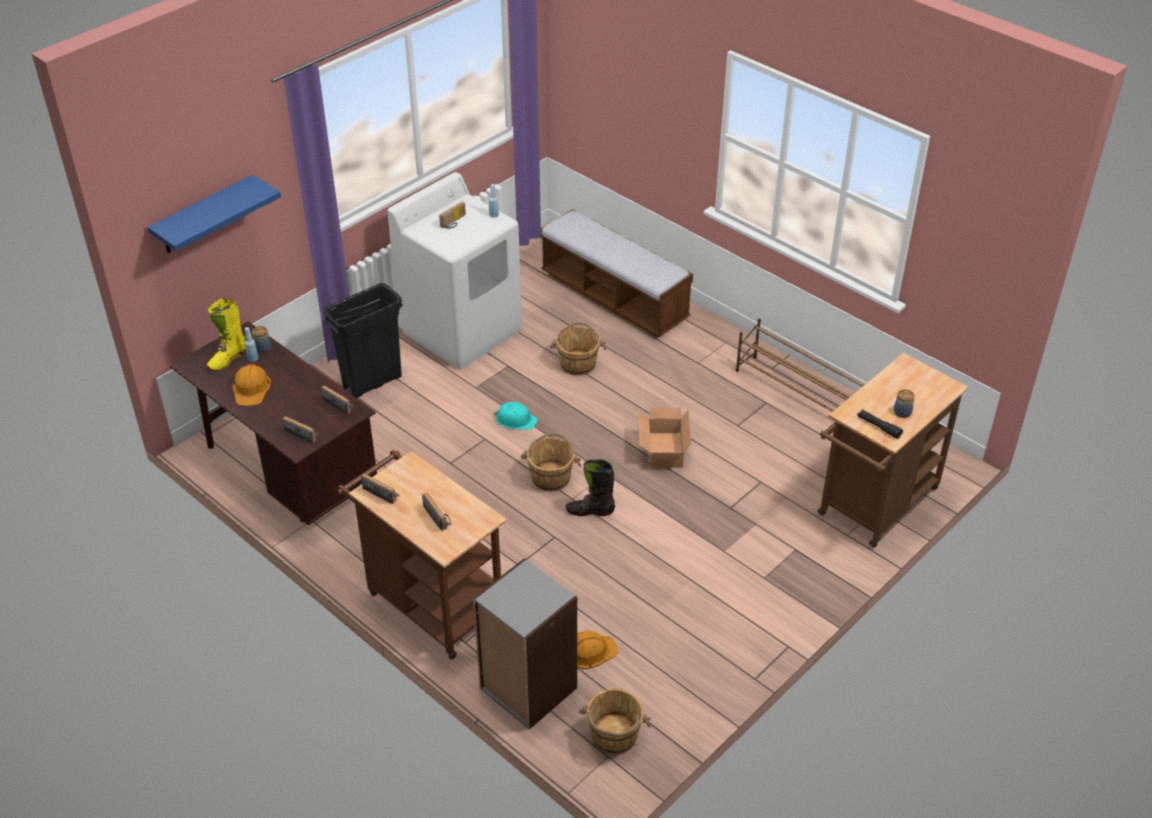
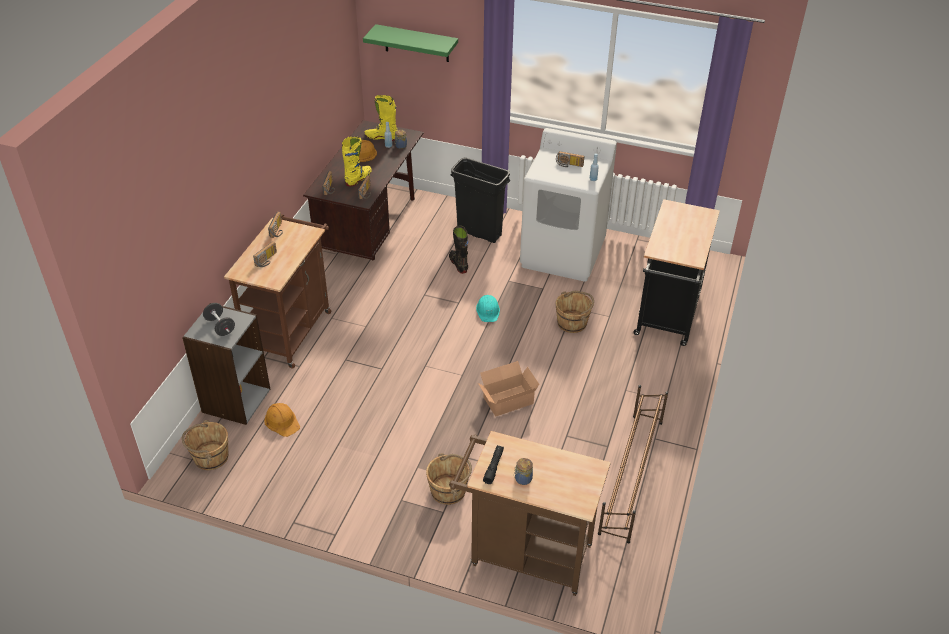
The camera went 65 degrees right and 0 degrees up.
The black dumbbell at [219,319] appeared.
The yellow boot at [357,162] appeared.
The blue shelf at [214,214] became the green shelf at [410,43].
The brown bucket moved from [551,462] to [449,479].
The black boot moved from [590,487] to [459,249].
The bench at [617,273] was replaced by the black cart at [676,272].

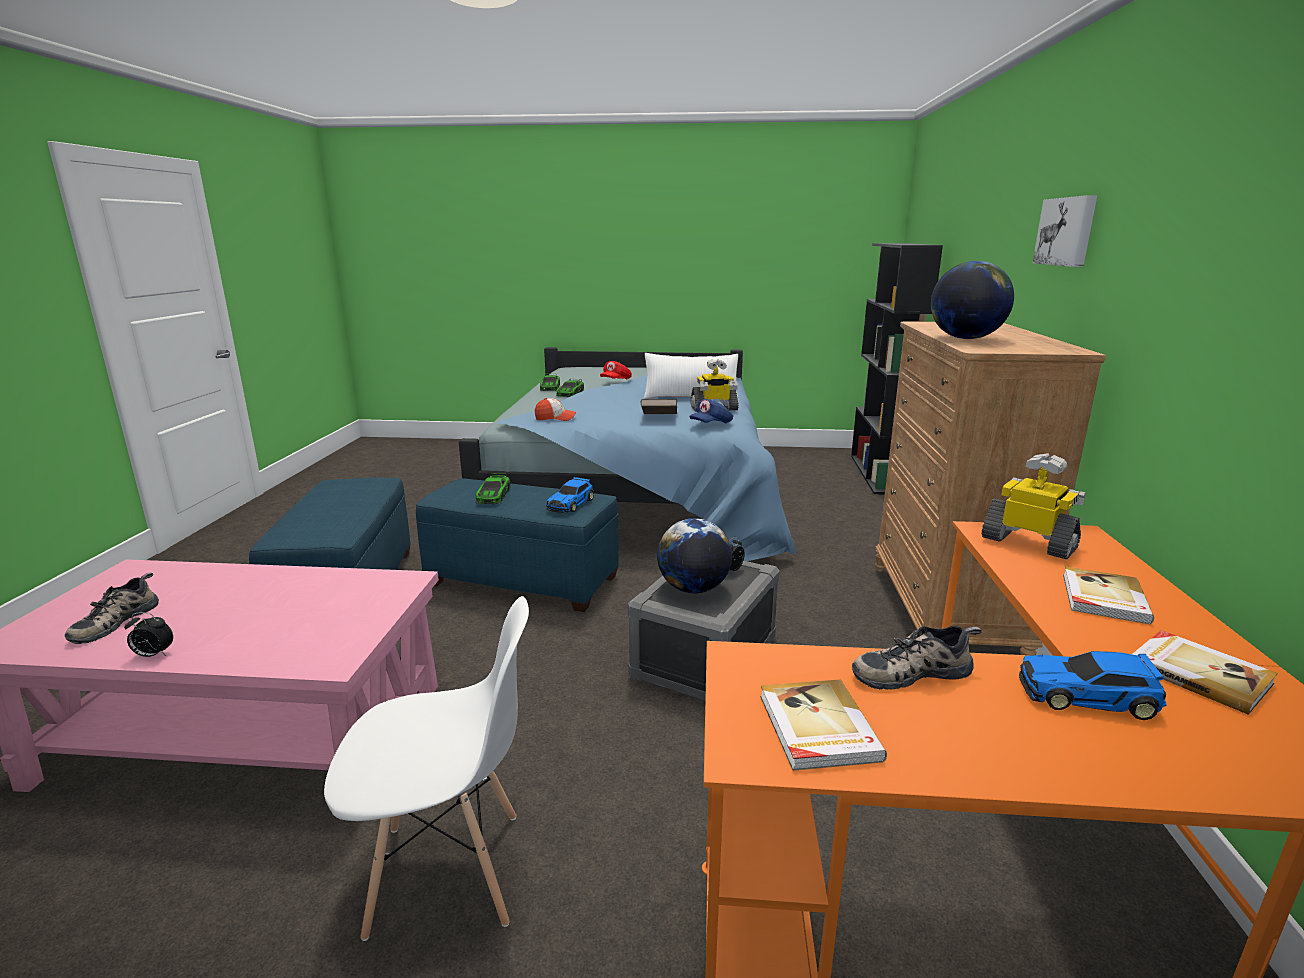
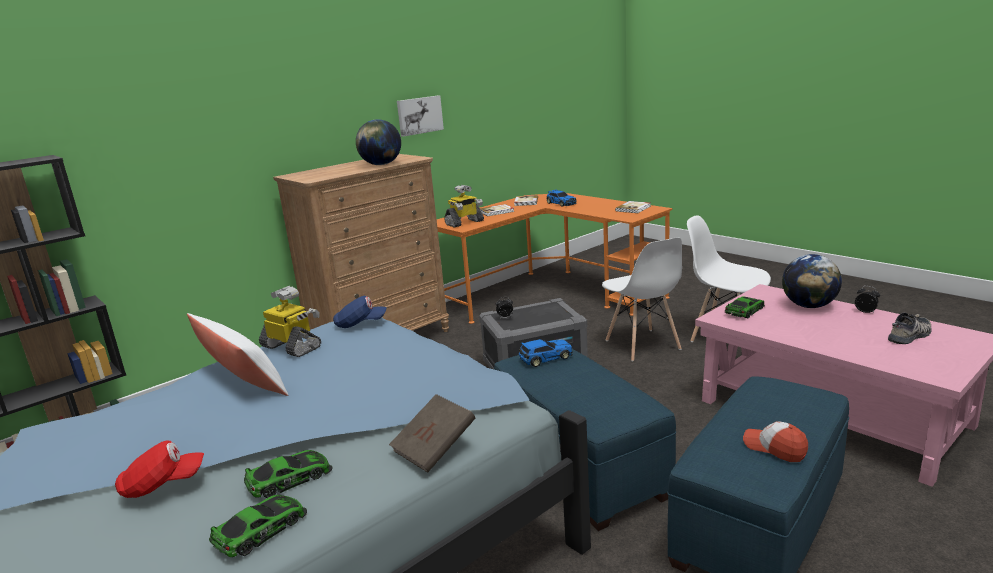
The camera went 135 degrees left and 0 degrees up.
The brown book moved from [658,406] to [432,433].
The picture moved from [1065,231] to [420,116].
The toy robot at [1033,506] turned 120 degrees counterclockwise.
The white chair at [642,299] appeared.
The toy car moved from [493,488] to [745,307].
The cap moved from [555,409] to [775,441].
The globe moved from [694,555] to [812,281].
The shoe at [917,658] disappeared.

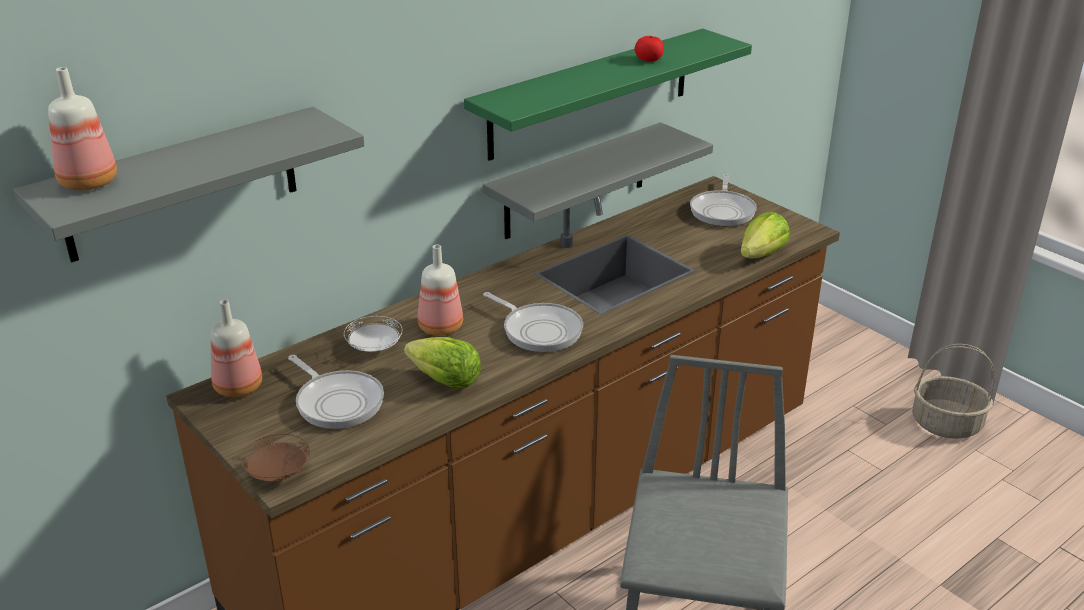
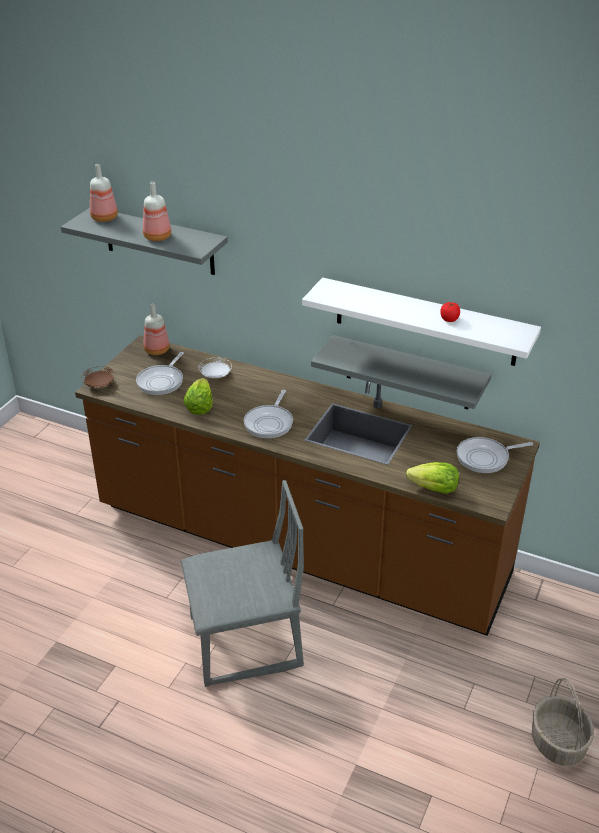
The camera went 65 degrees right and 5 degrees up.
The bottle moved from [440,290] to [157,211].
The green shelf at [608,95] became the white shelf at [421,321].

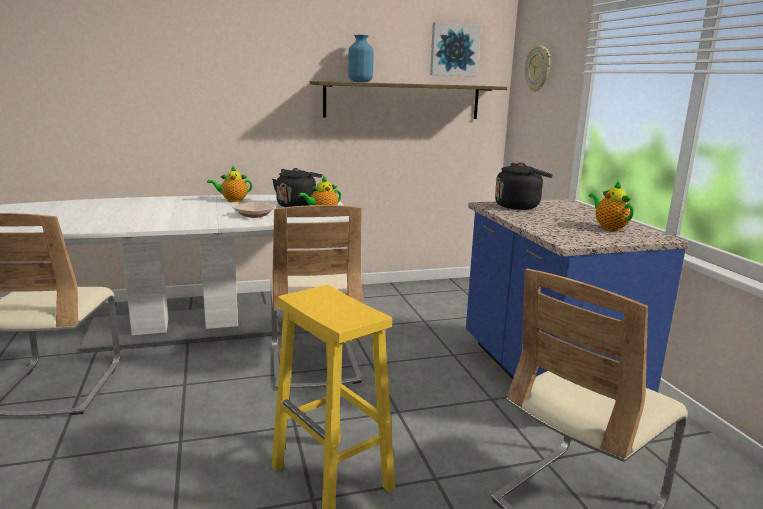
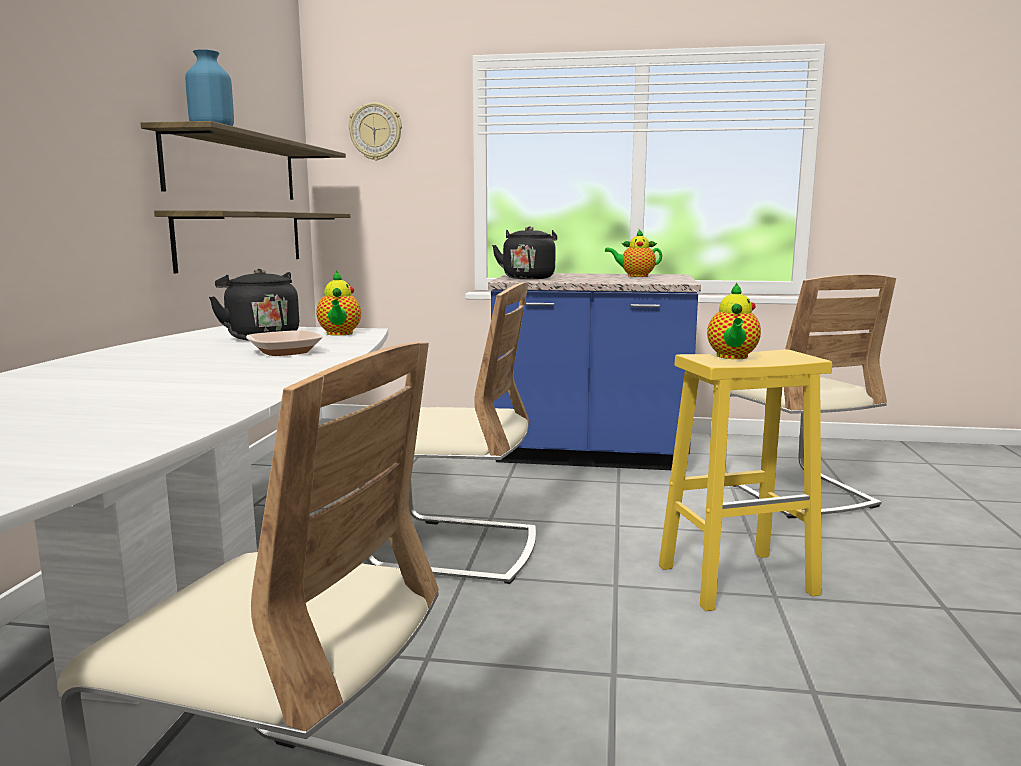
The camera went 65 degrees left and 5 degrees down.
The shelf at [252,241] appeared.
The teapot moved from [229,183] to [734,321].
The picture at [455,49] disappeared.

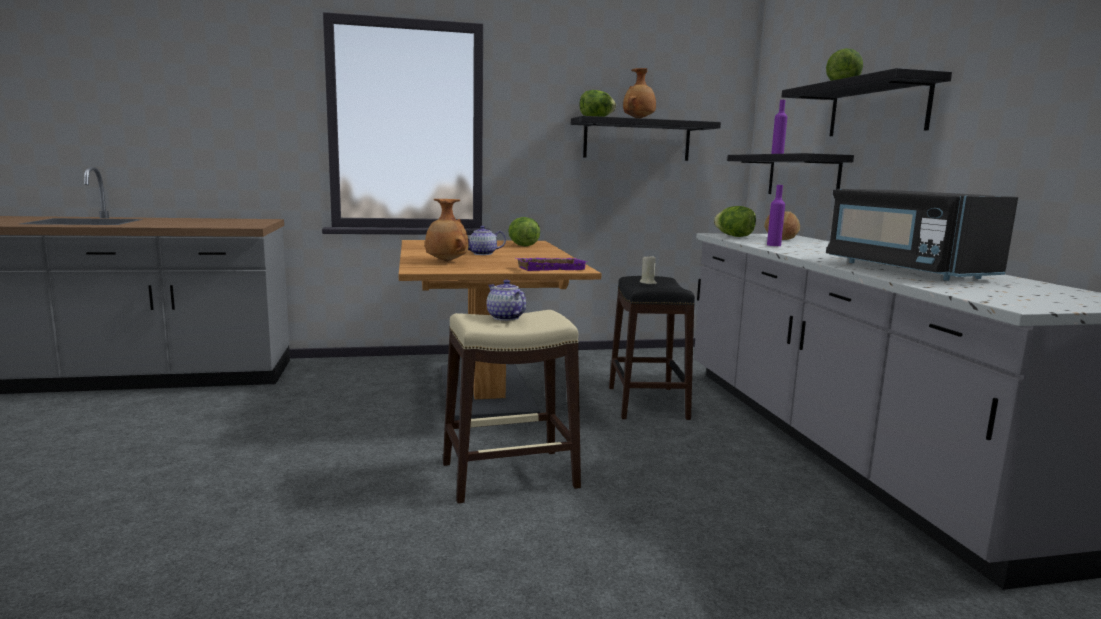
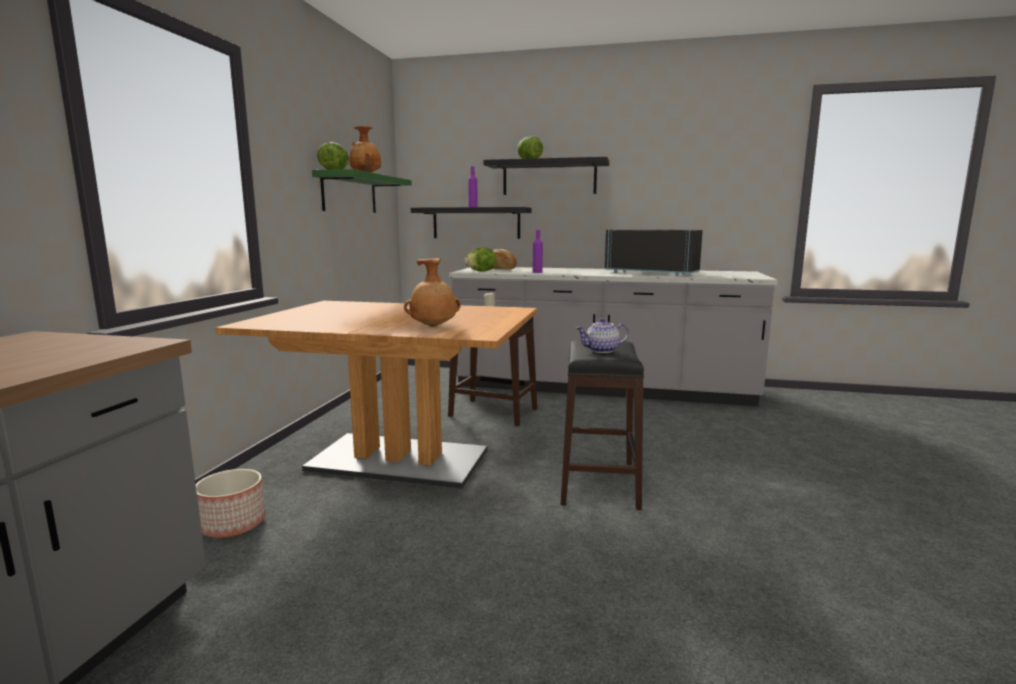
The camera went 65 degrees left and 0 degrees up.
The planter at [230,503] appeared.
The black shelf at [646,138] became the green shelf at [362,191].
The beige stool at [512,407] became the black stool at [602,425].
The black microwave at [922,235] turned 150 degrees counterclockwise.
The teapot at [487,240] disappeared.
The lettuce at [524,232] disappeared.
The purple tray at [551,264] disappeared.

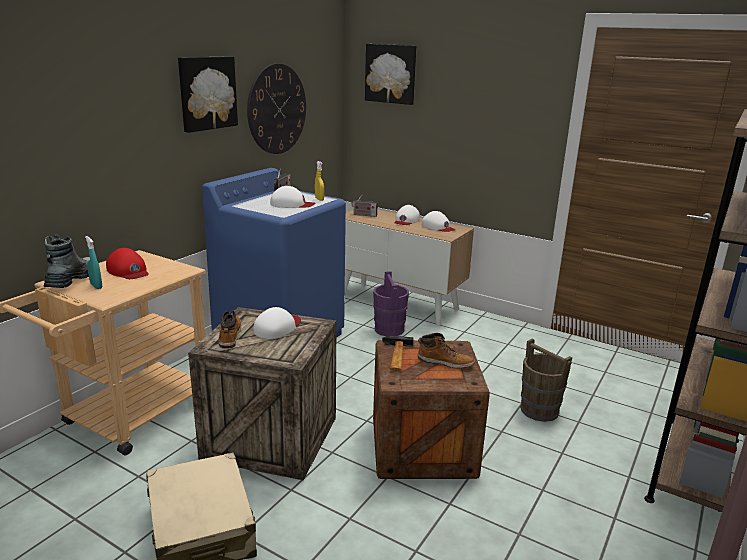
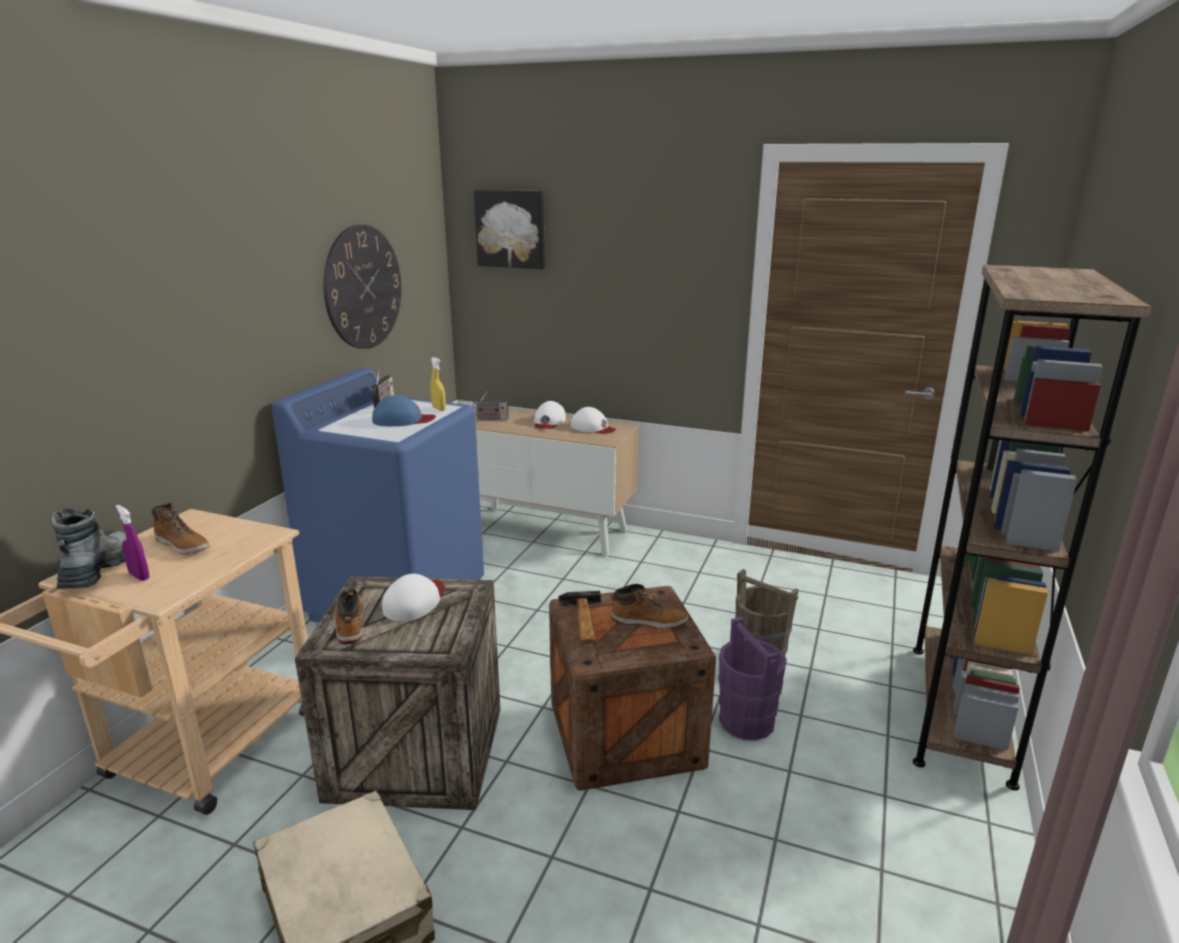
The camera went 10 degrees left and 0 degrees up.
The turquoise spray bottle at [93,262] became the purple spray bottle at [133,543].
The red cap at [127,263] was replaced by the boot at [180,528].
The white cap at [293,197] became the blue cap at [404,410].
The purple bucket moved from [391,303] to [752,678].
The picture at [208,94] disappeared.

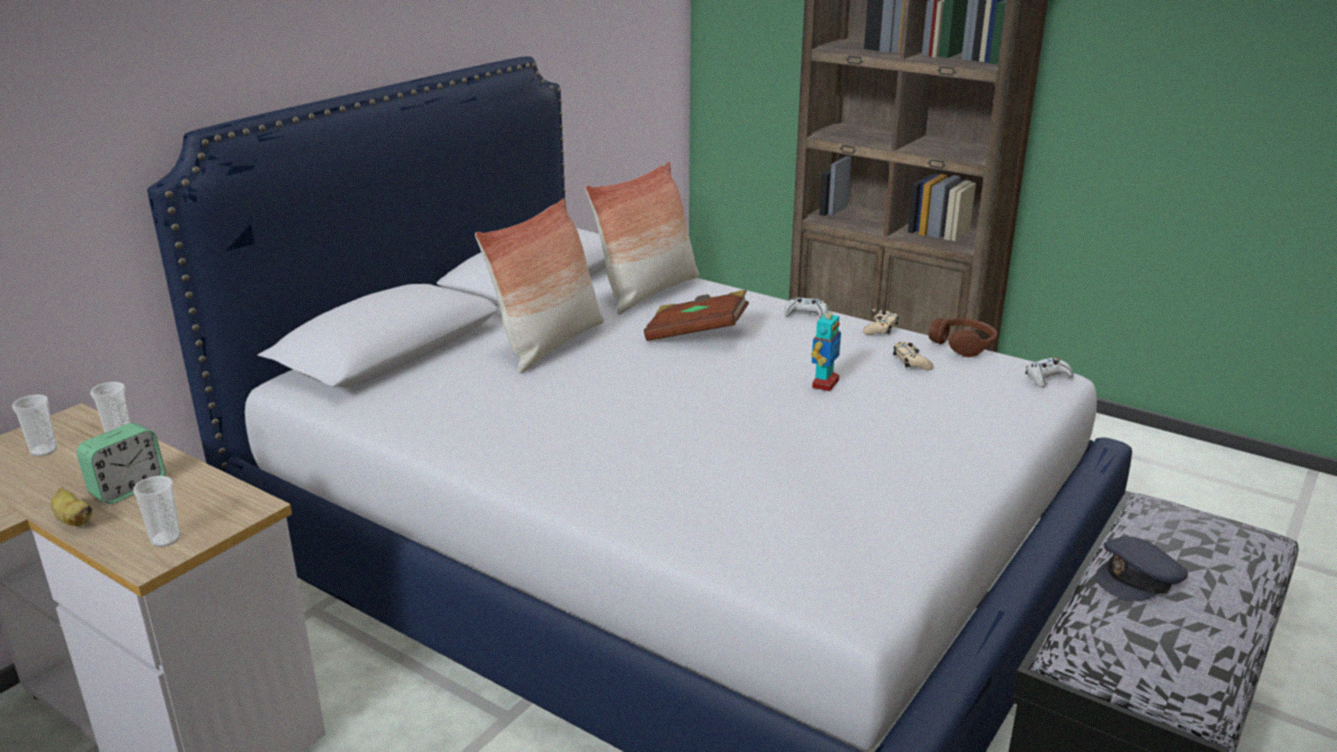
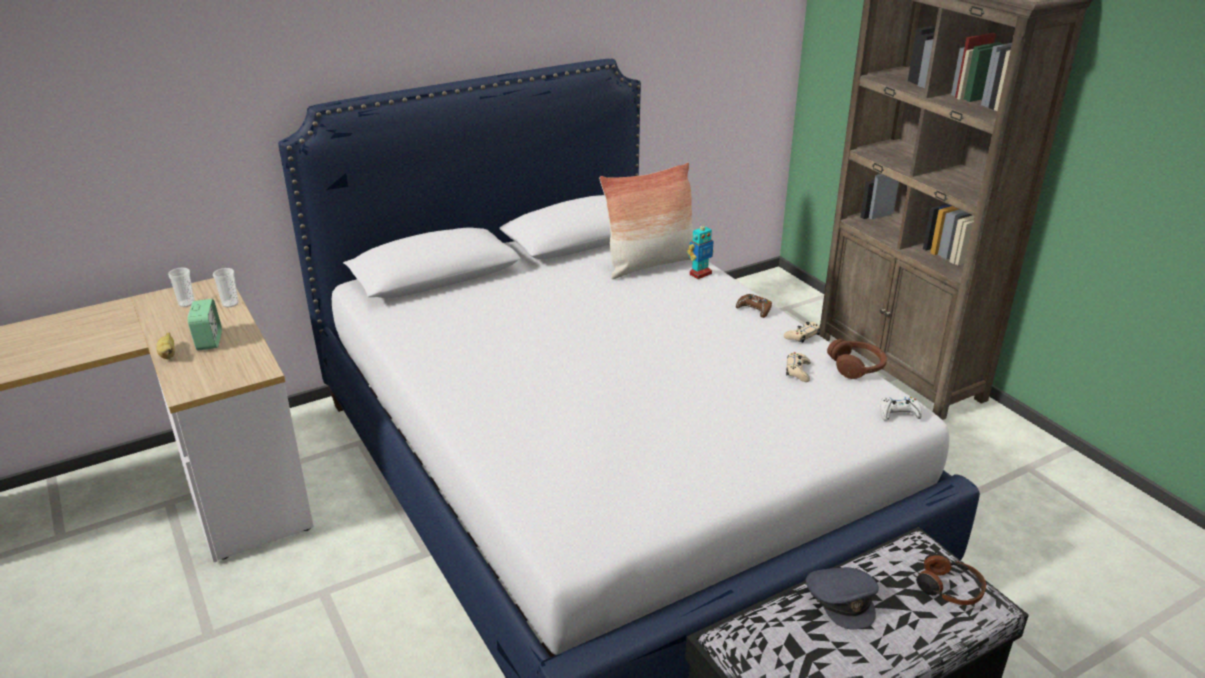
The camera went 25 degrees right and 5 degrees up.
The alarm clock at [121,463] turned 75 degrees counterclockwise.
The toy robot moved from [826,348] to [700,250].
The white game controller at [806,308] became the brown game controller at [754,306].
The grey cap at [1141,569] turned 105 degrees counterclockwise.
The headphones at [949,579] appeared.
The cup at [157,511] disappeared.
The pillow at [539,285] disappeared.
The brown book at [696,315] disappeared.

